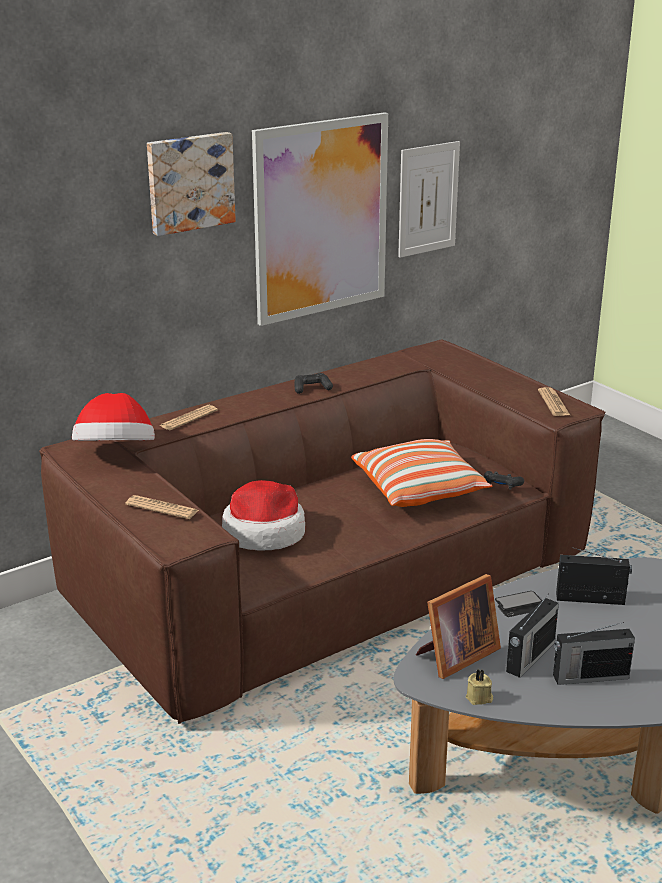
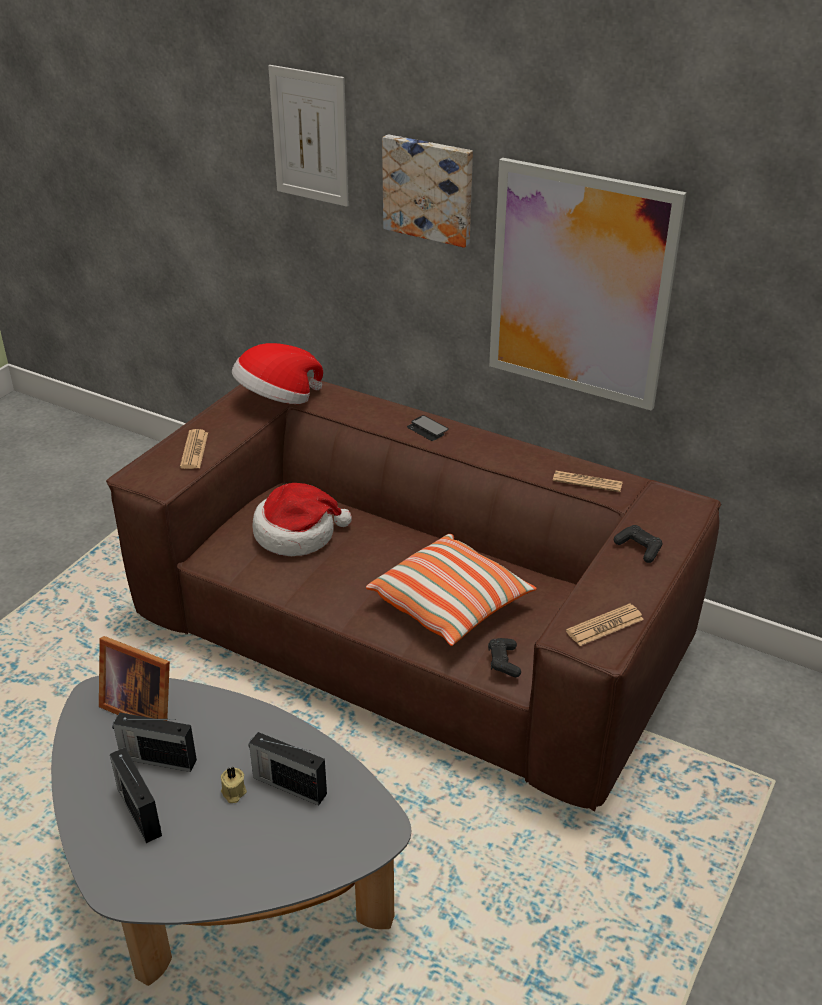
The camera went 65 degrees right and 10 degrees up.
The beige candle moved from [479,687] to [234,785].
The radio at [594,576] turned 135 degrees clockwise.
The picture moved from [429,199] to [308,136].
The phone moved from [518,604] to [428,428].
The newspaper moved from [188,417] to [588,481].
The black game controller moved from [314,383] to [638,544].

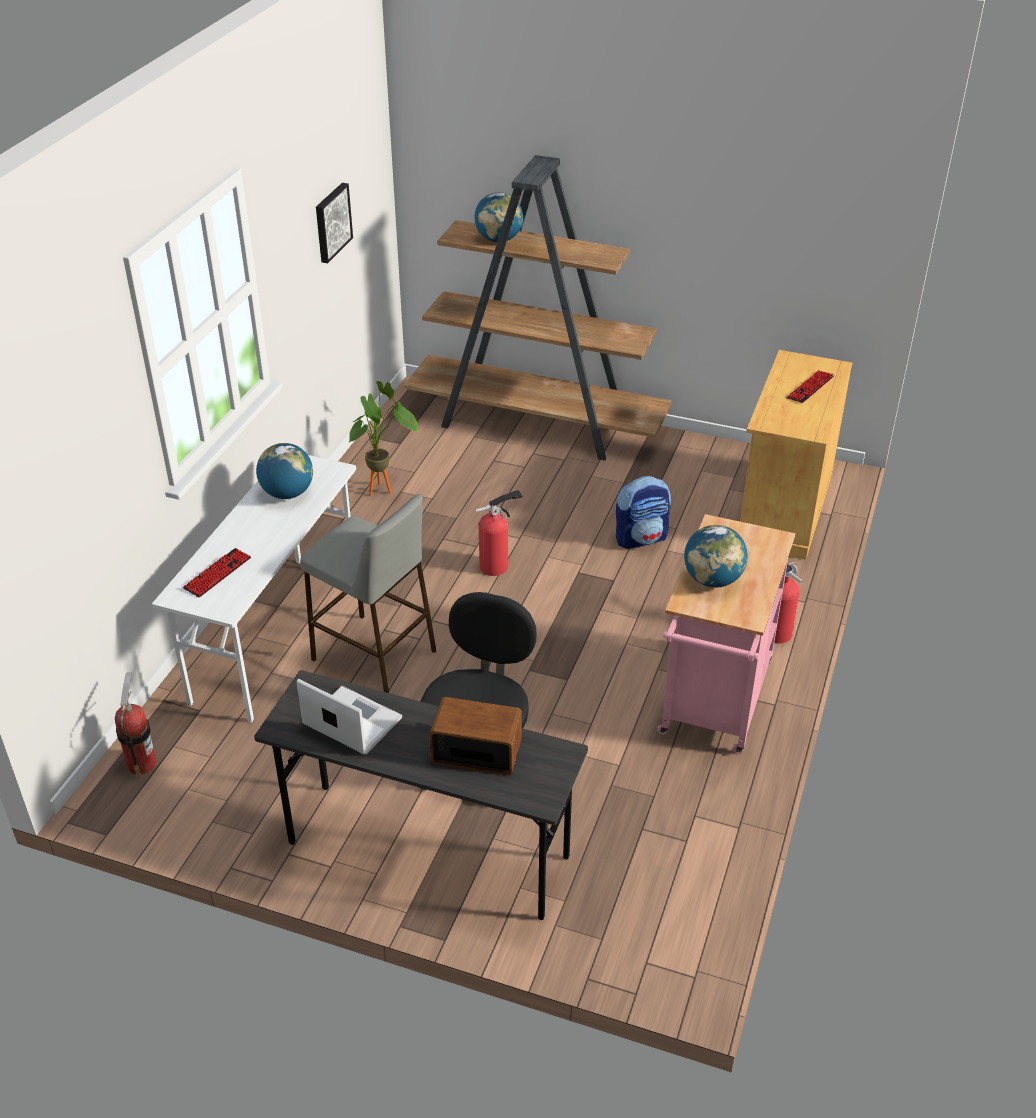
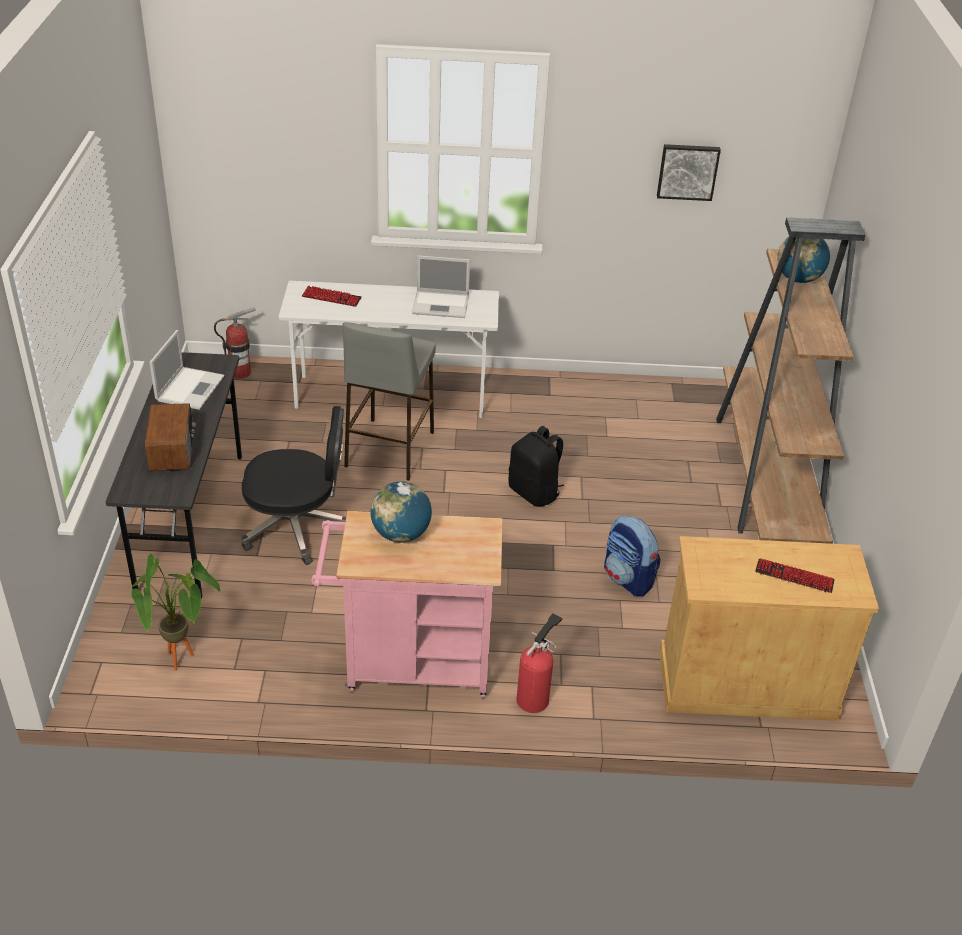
The camera went 70 degrees right and 0 degrees up.
The potted plant moved from [382,438] to [176,612].
The globe at [284,471] was replaced by the laptop at [441,286].
The fire extinguisher at [498,533] was replaced by the black backpack at [536,466].

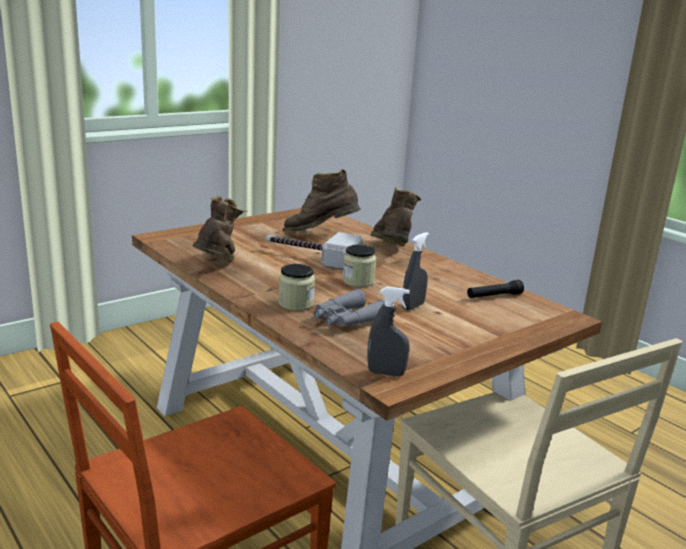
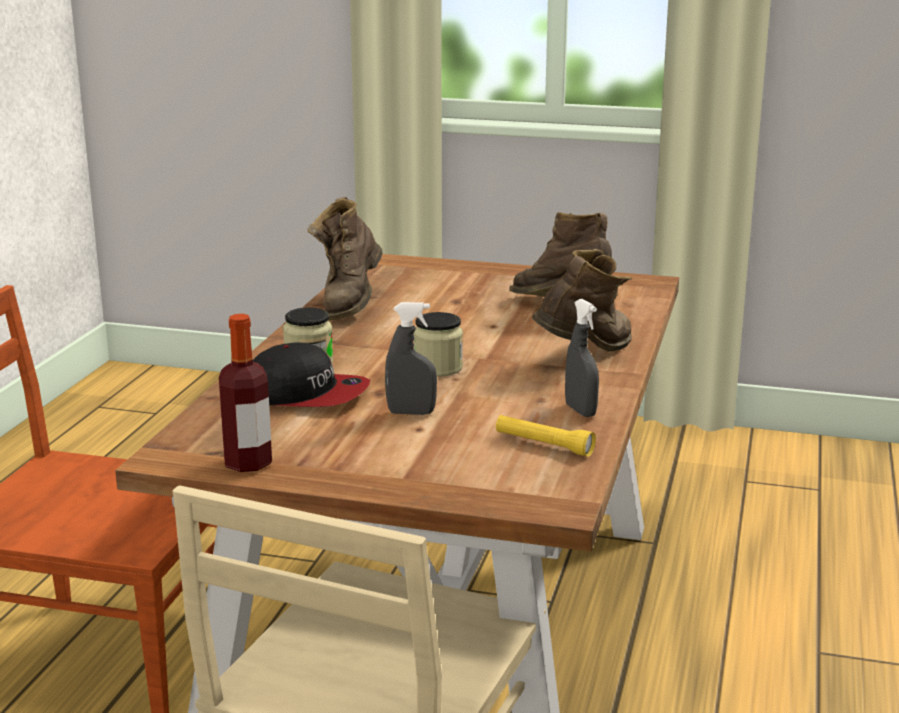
The camera went 55 degrees right and 0 degrees up.
The bottle at [245,393] appeared.
The grey binoculars at [349,308] was replaced by the cap at [311,374].
The brown boot at [220,228] turned 135 degrees clockwise.
The black flashlight at [495,289] became the yellow flashlight at [546,436].
The grey spray bottle moved from [388,331] to [582,358].
The hammer at [314,251] disappeared.

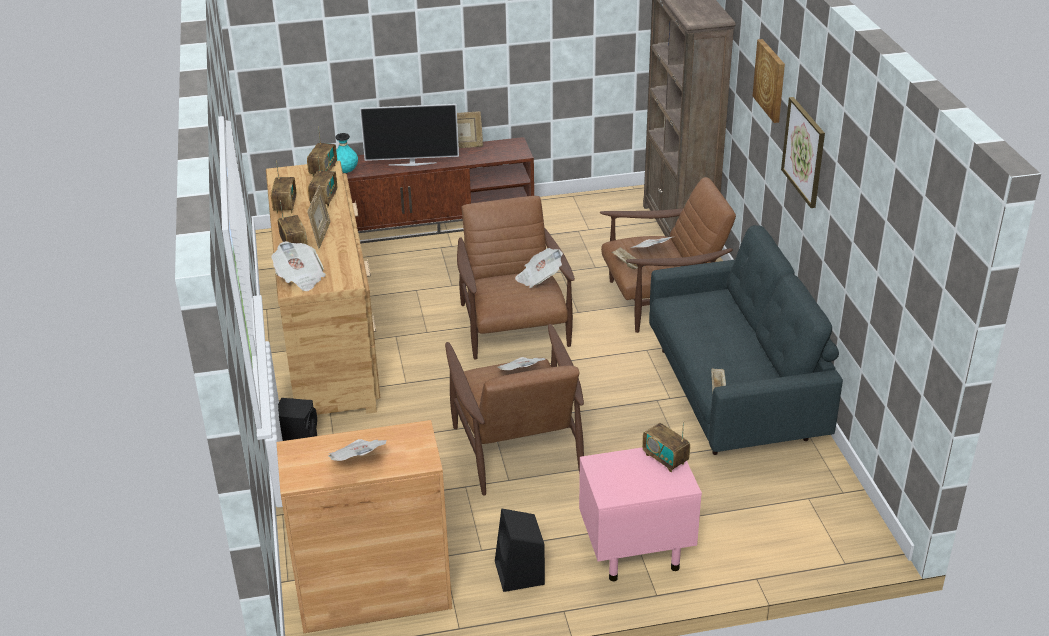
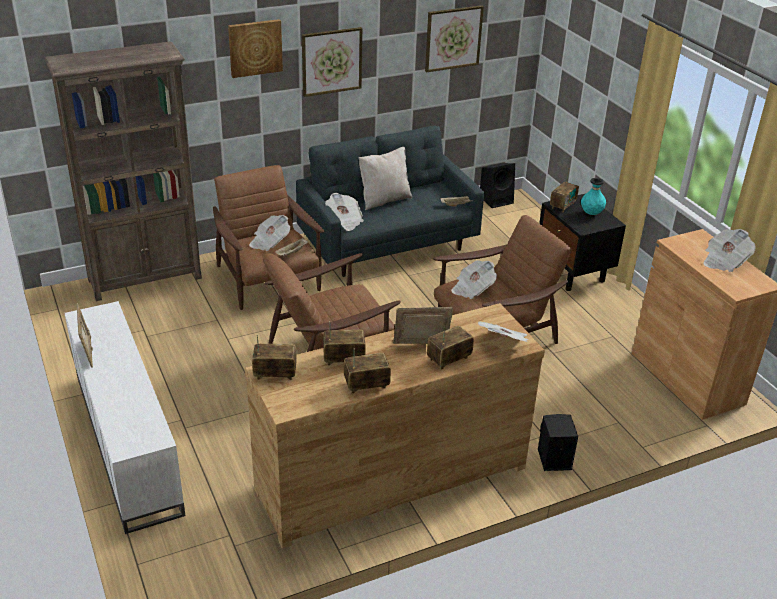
The camera went 105 degrees left and 0 degrees up.
The brown tv stand at [440,190] became the white tv stand at [125,417].
The newspaper moved from [539,268] to [344,212].
The beige pillow at [385,178] appeared.
The picture at [454,38] appeared.
The black speaker moved from [520,550] to [497,185].
The pink nightstand at [640,514] became the black nightstand at [582,242].
The turquoise vase moved from [347,153] to [593,196].
The television at [409,135] disappeared.

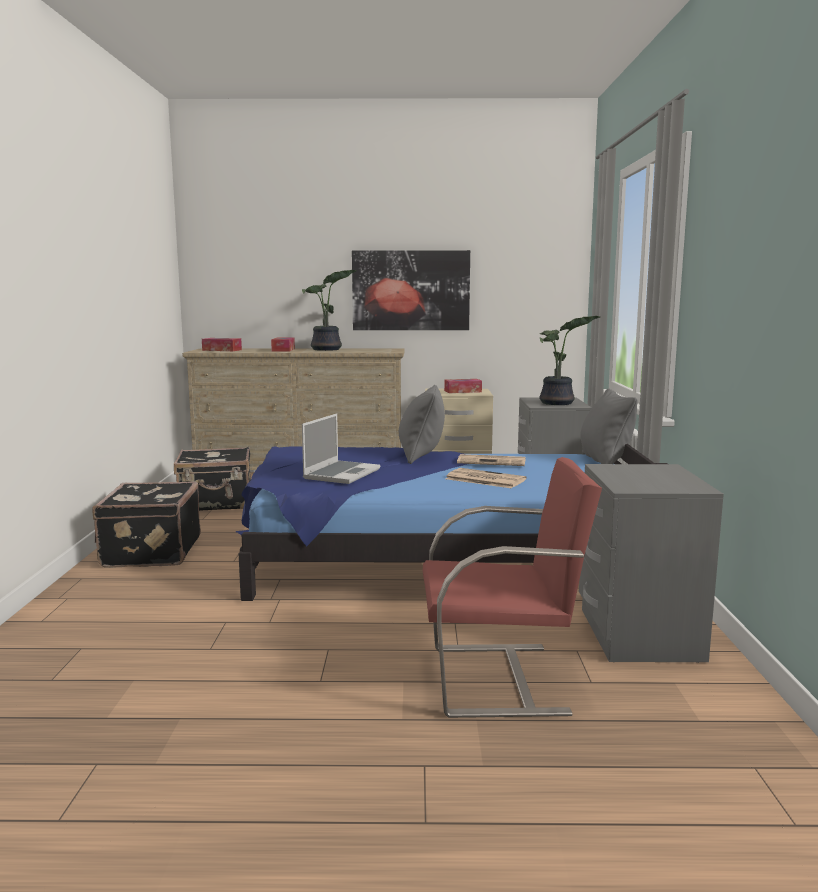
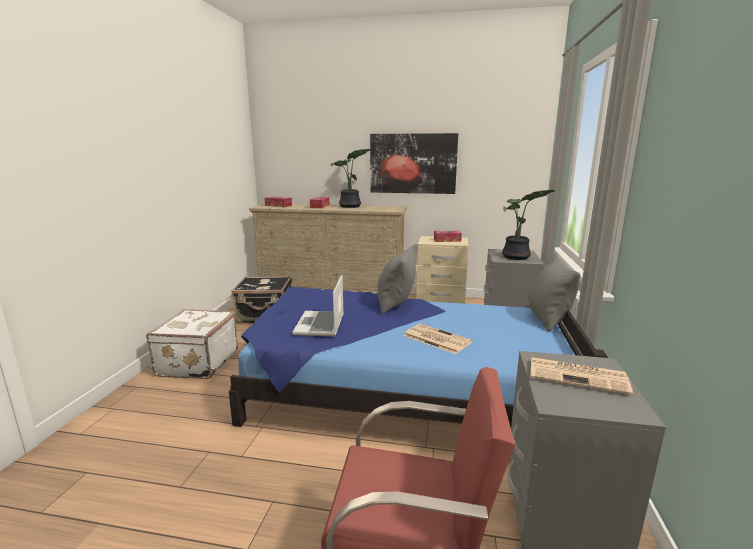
The camera went 10 degrees right and 5 degrees up.
The black suitcase at [146,525] became the white suitcase at [192,344].
The laptop at [341,448] turned 150 degrees clockwise.
The newspaper moved from [491,460] to [582,376].

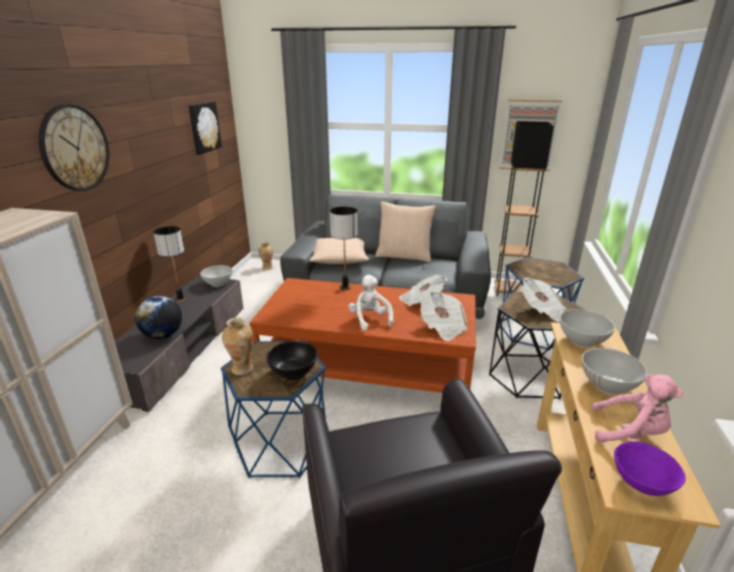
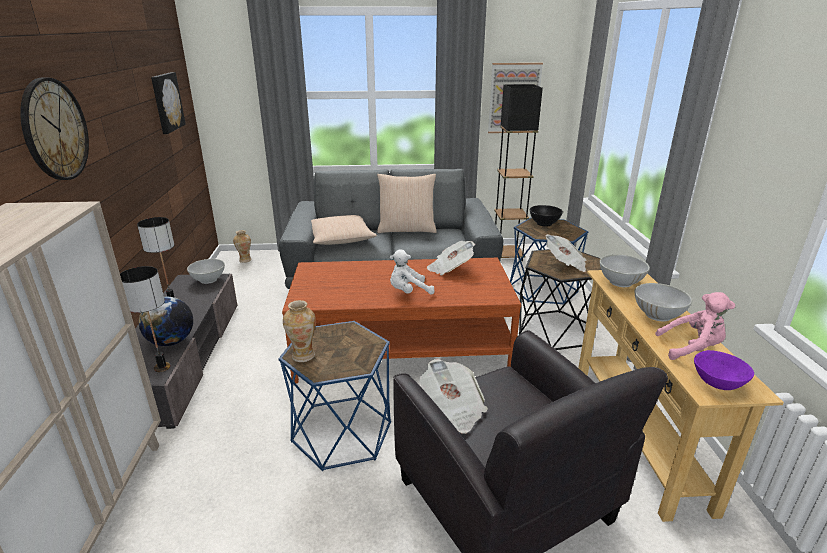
The camera went 15 degrees left and 0 degrees up.
The table lamp moved from [344,248] to [145,319].
The white plush toy at [370,303] turned 75 degrees counterclockwise.
The newspaper moved from [444,316] to [453,396].
The black bowl moved from [292,360] to [546,216].

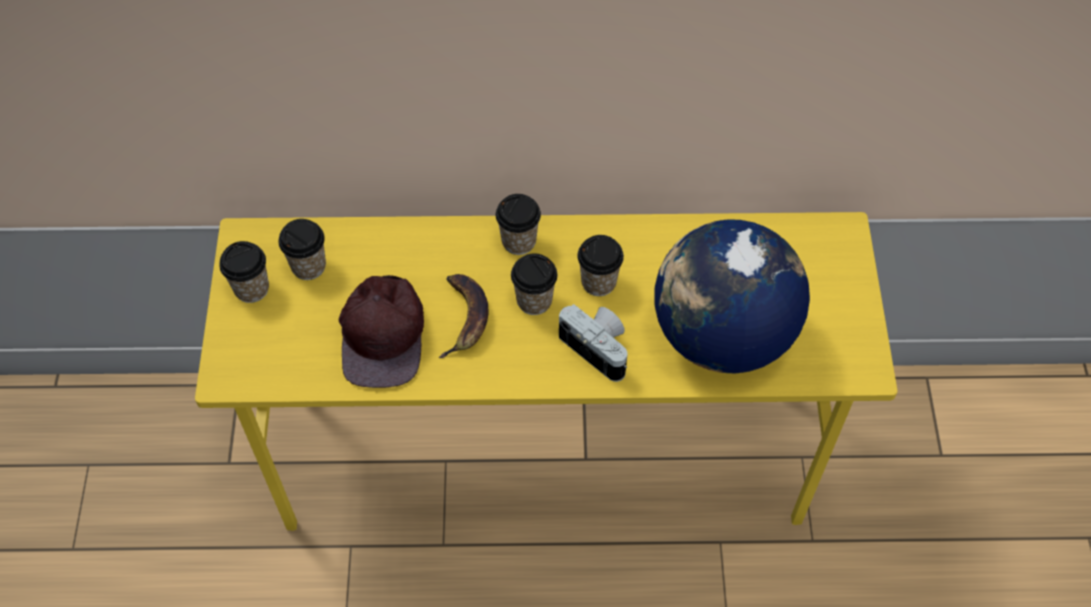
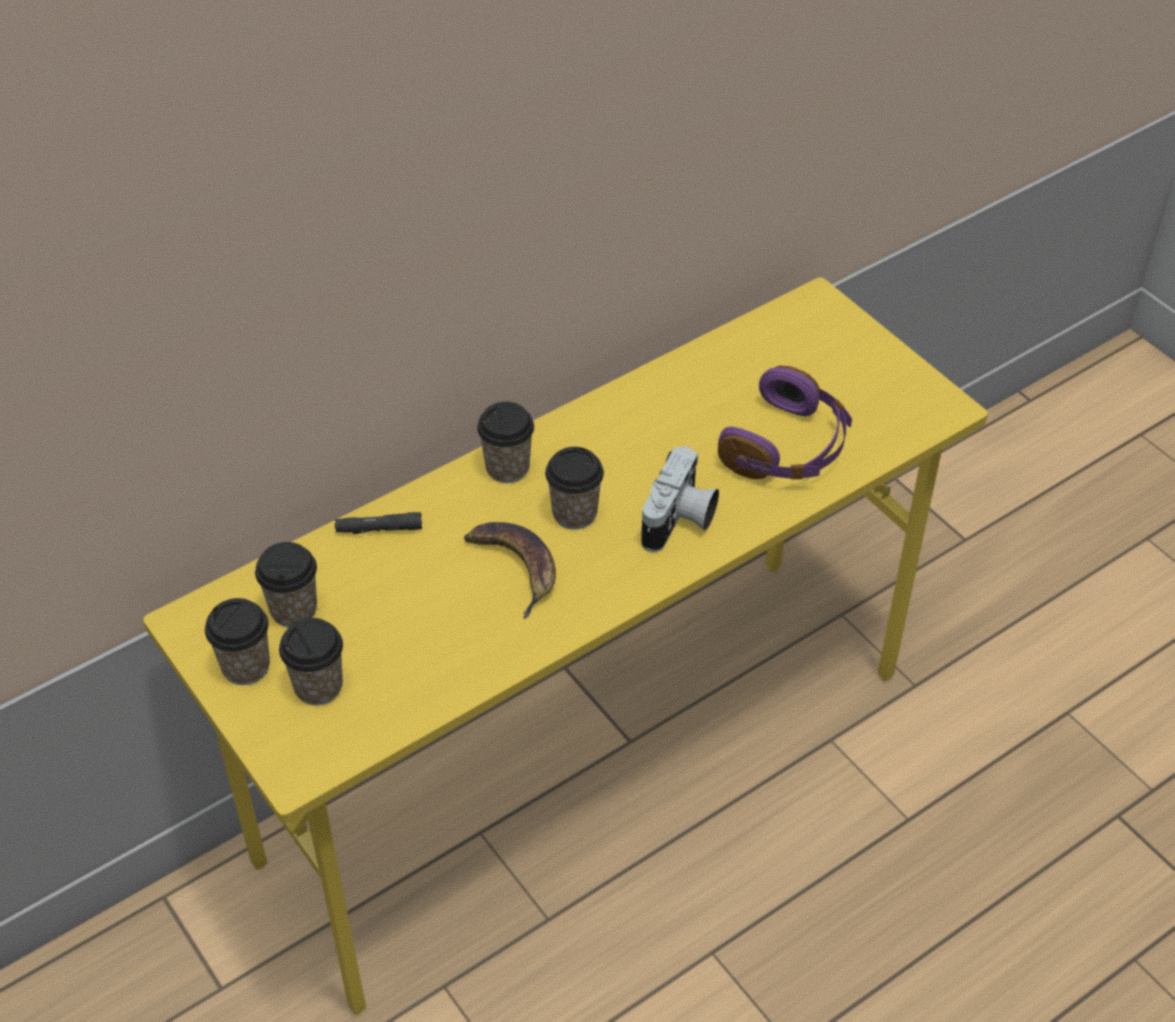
The camera went 35 degrees left and 10 degrees down.
The cup moved from [600,265] to [311,661].
The black flashlight at [378,523] appeared.
The photo camera at [593,343] turned 105 degrees clockwise.
The globe at [732,296] was replaced by the purple headphones at [785,422].
The brown cap at [381,331] disappeared.

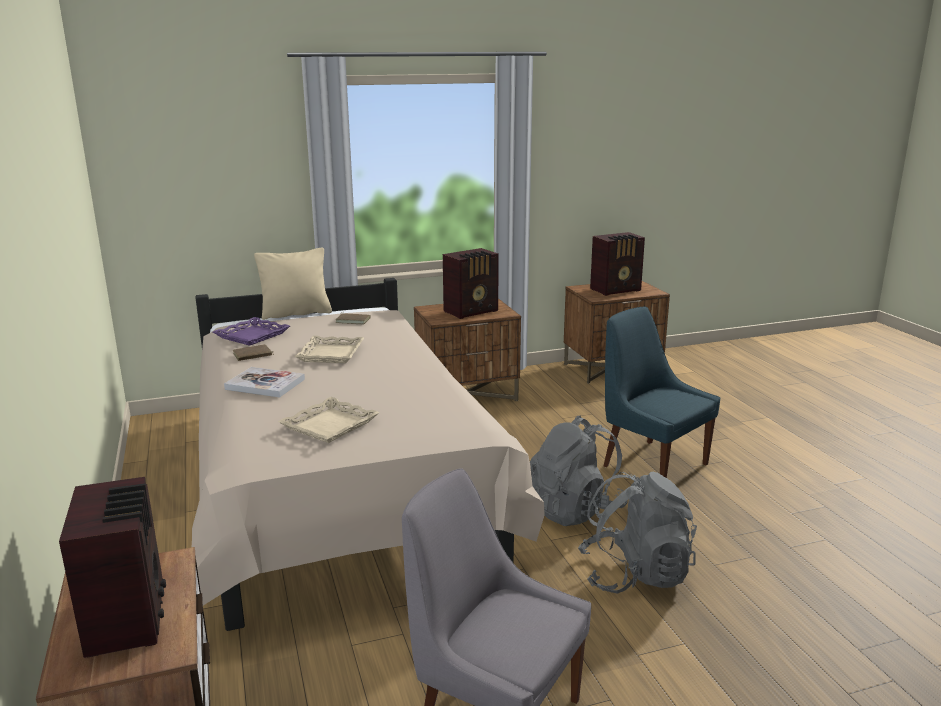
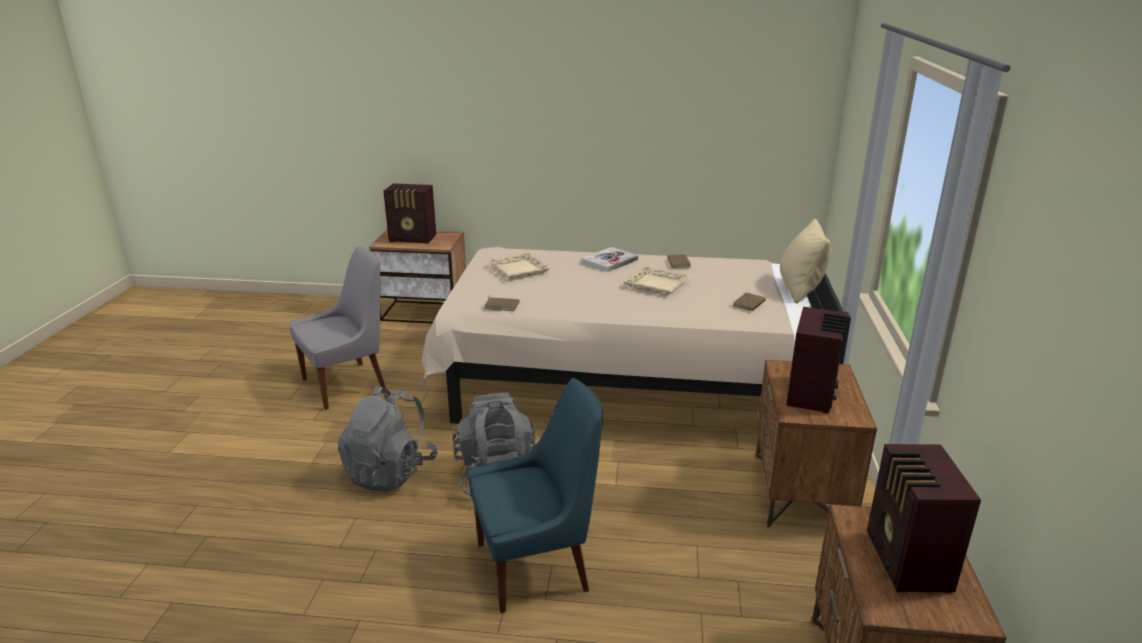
The camera went 115 degrees right and 5 degrees up.
The brown book at [501,303] appeared.
The radio at [471,283] turned 150 degrees counterclockwise.
The purple tray at [251,331] disappeared.

